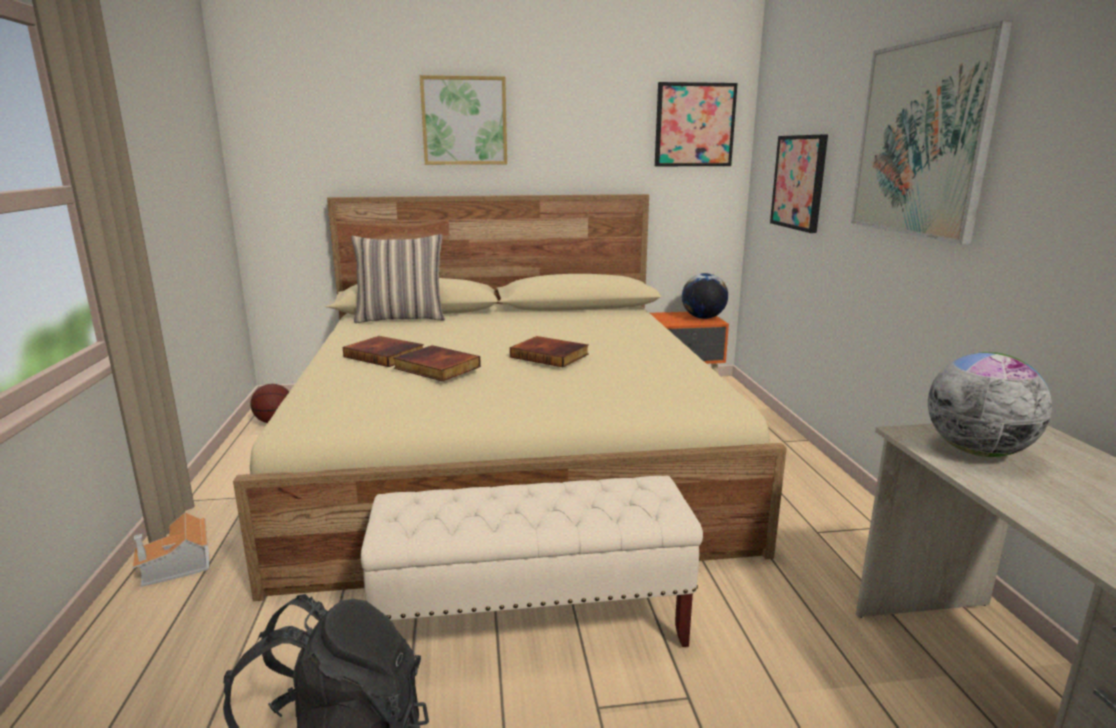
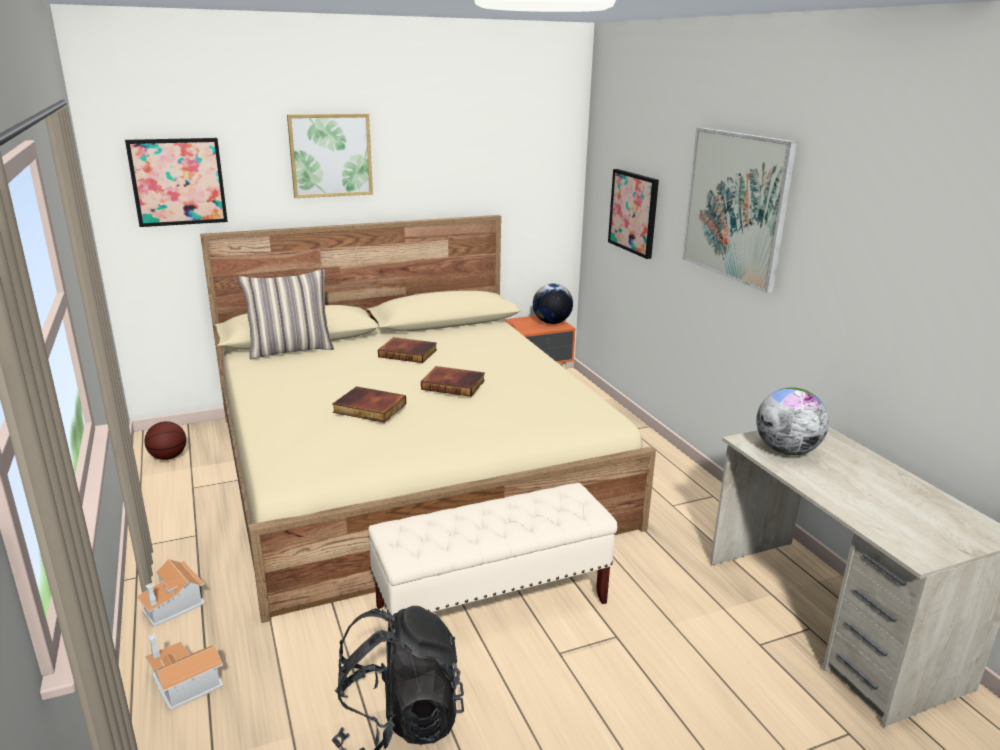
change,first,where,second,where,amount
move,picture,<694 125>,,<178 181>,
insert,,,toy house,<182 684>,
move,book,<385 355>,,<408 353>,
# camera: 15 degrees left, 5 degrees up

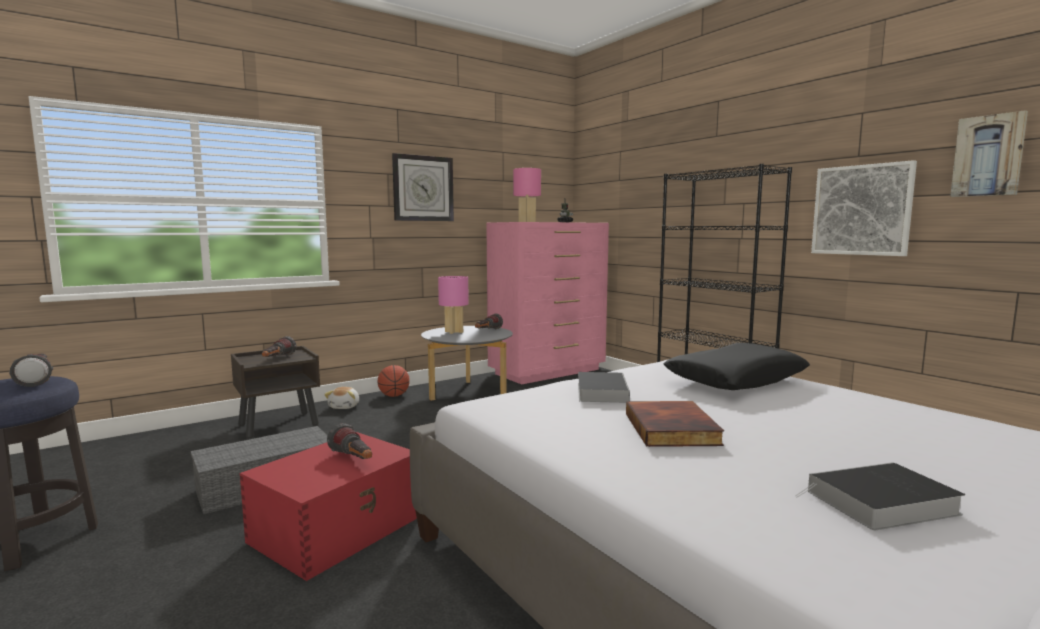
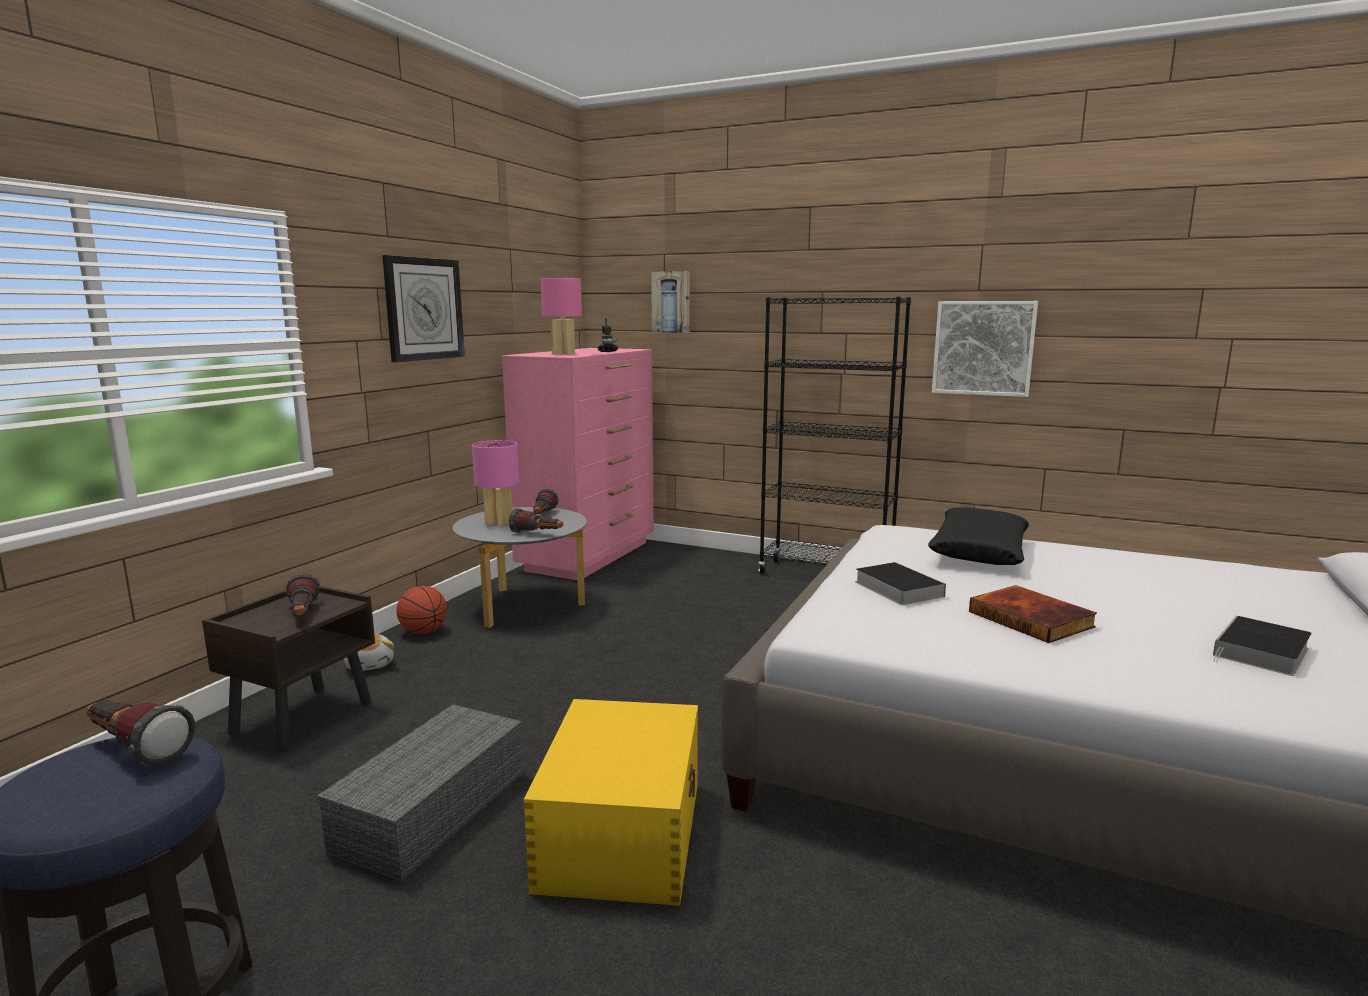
change,first,where,second,where,amount
move,flashlight,<354 459>,,<537 534>,
recolor,reddish storage bin,<338 528>,yellowish storage bin,<623 832>,
move,picture,<988 156>,,<671 302>,
# camera: 30 degrees left, 5 degrees up

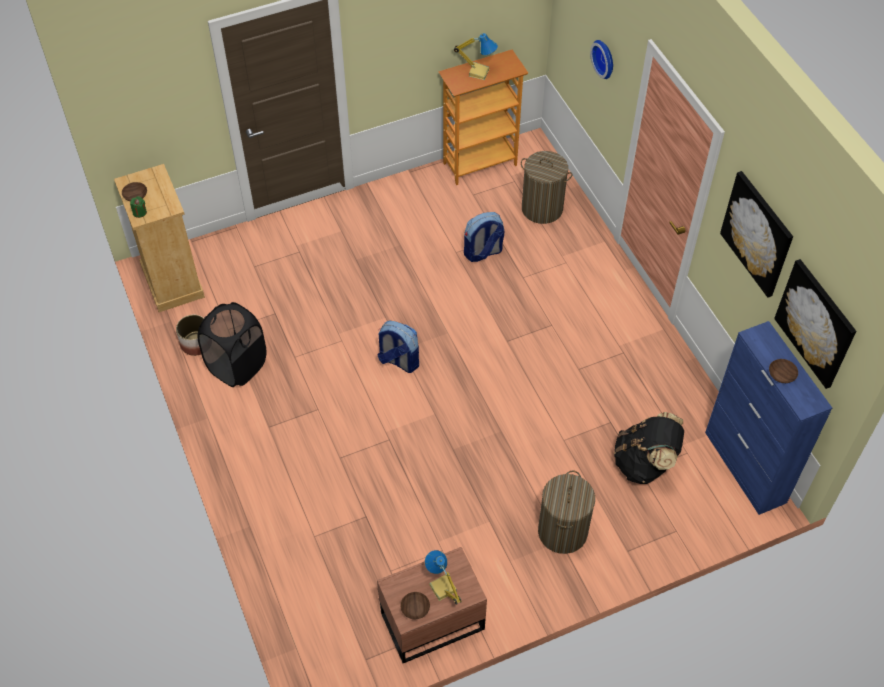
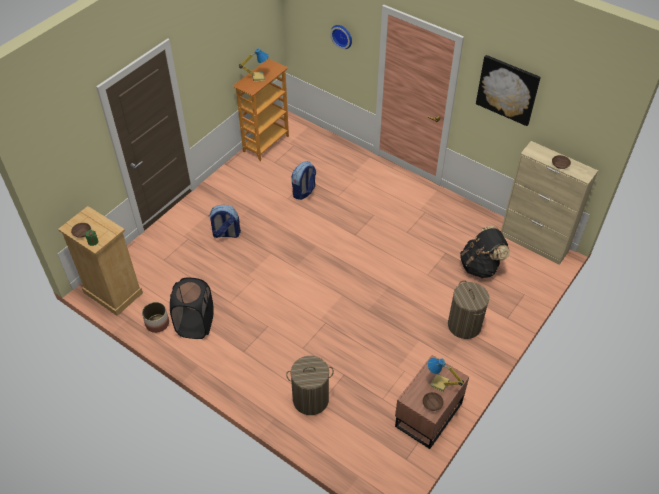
change,first,where,second,where,amount
move,knapsack,<398 361>,,<226 234>,
move,laundry basket,<542 208>,,<311 399>,
recolor,blue storage cabinet,<745 468>,sand-coloured storage cabinet,<534 243>,
delete,picture,<816 323>,,,
# camera: 30 degrees left, 5 degrees down

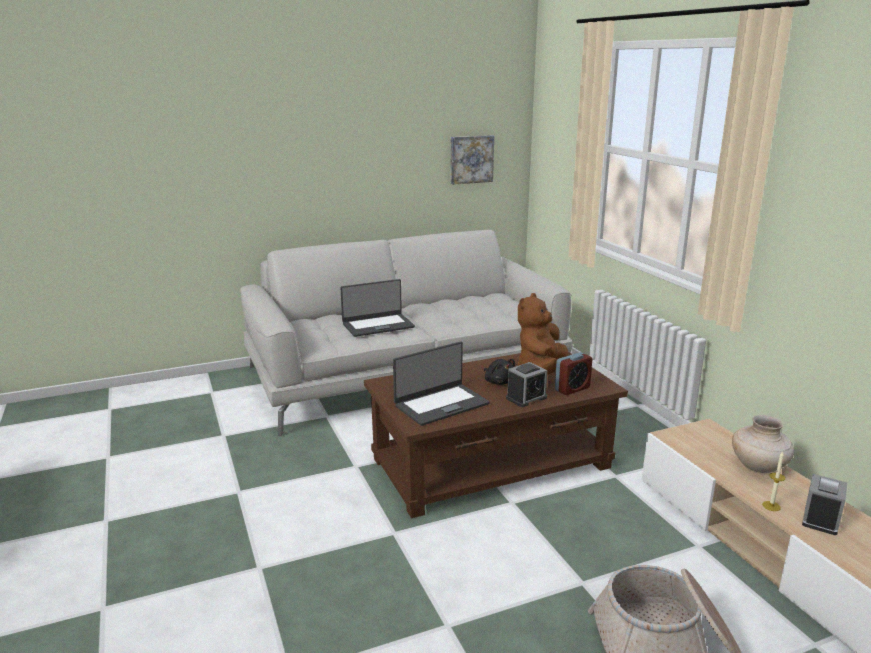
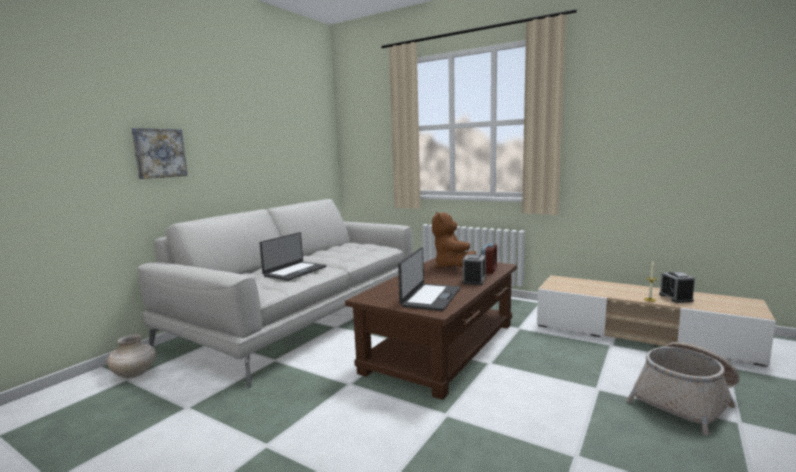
change,first,where,second,where,amount
move,sand-coloured decorative vase,<758 467>,,<134 374>,
move,picture,<471 159>,,<159 153>,
delete,blackish soft toy,<499 382>,,,
# camera: 35 degrees left, 10 degrees down

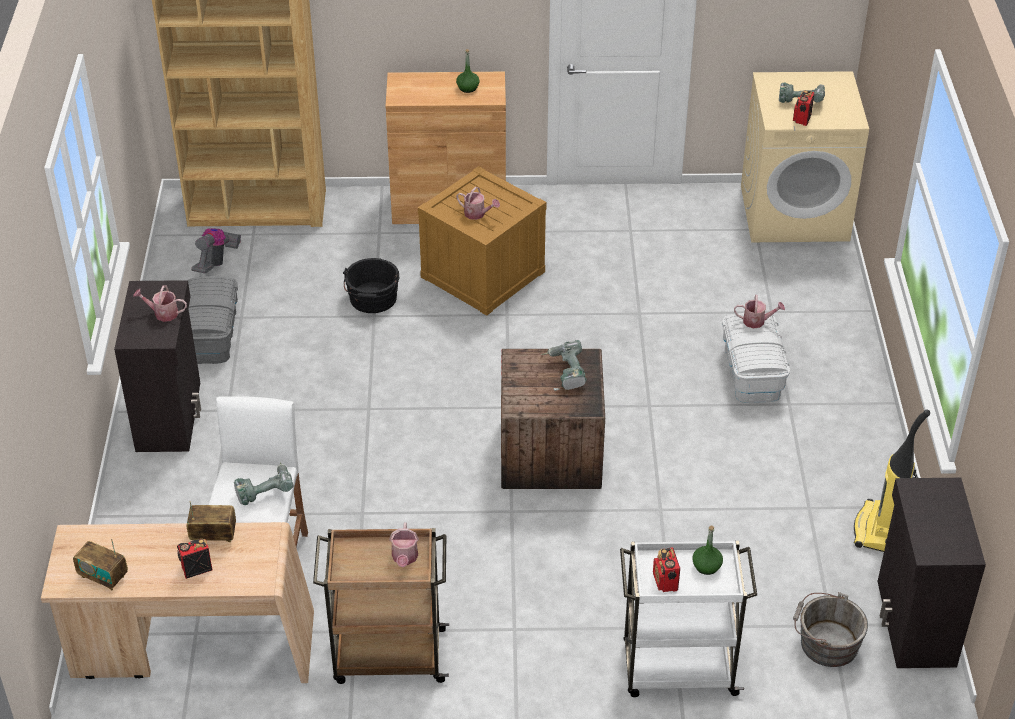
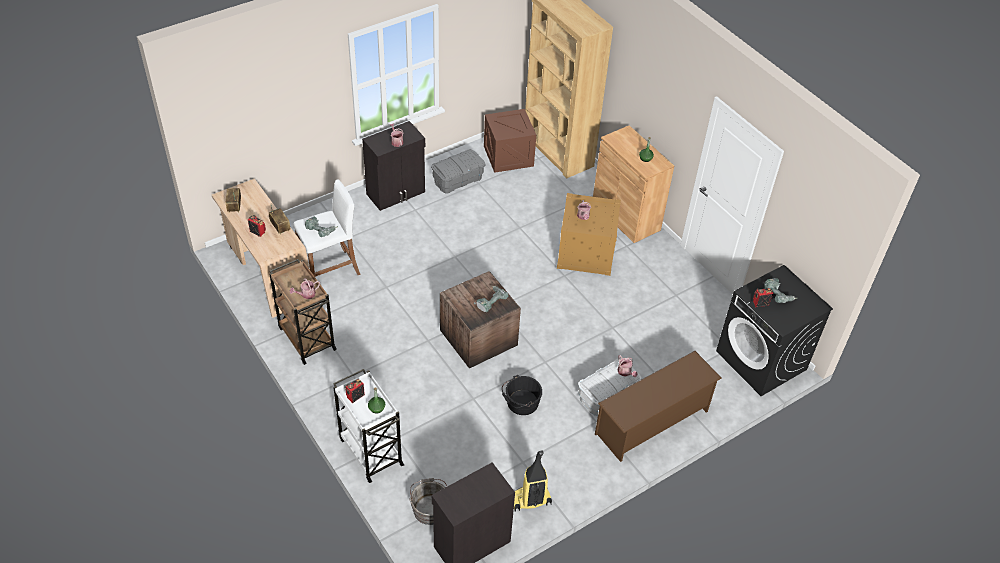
change,first,where,second,where,amount
replace,vacuum cleaner,<216 261>,shipping crate,<508 156>,
move,blackish water bucket,<372 300>,,<521 403>,
insert,,,brown-coloured shoe rack,<652 422>,
recolor,sand-coloured washing machine,<795 213>,blackish washing machine,<761 360>,
# camera: 55 degrees right, 5 degrees up

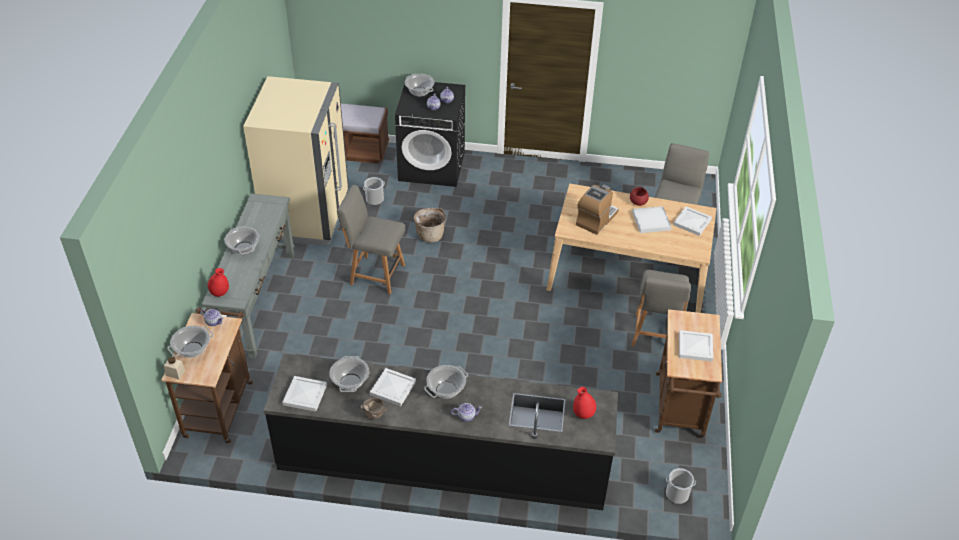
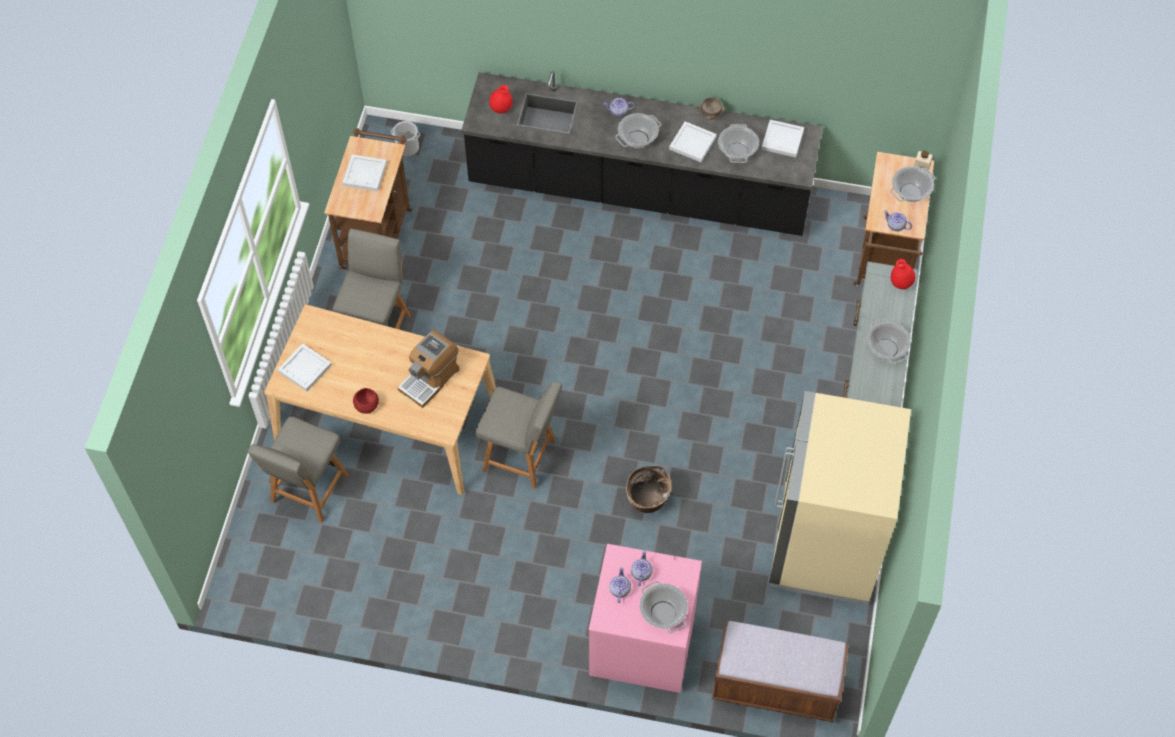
change,first,where,second,where,amount
move,gray chair,<375 274>,,<522 457>,
recolor,blackish washing machine,<432 166>,pinkish washing machine,<641 644>,
delete,water bucket,<374 199>,,,
delete,white tray,<651 221>,,,
# camera: 175 degrees left, 15 degrees up

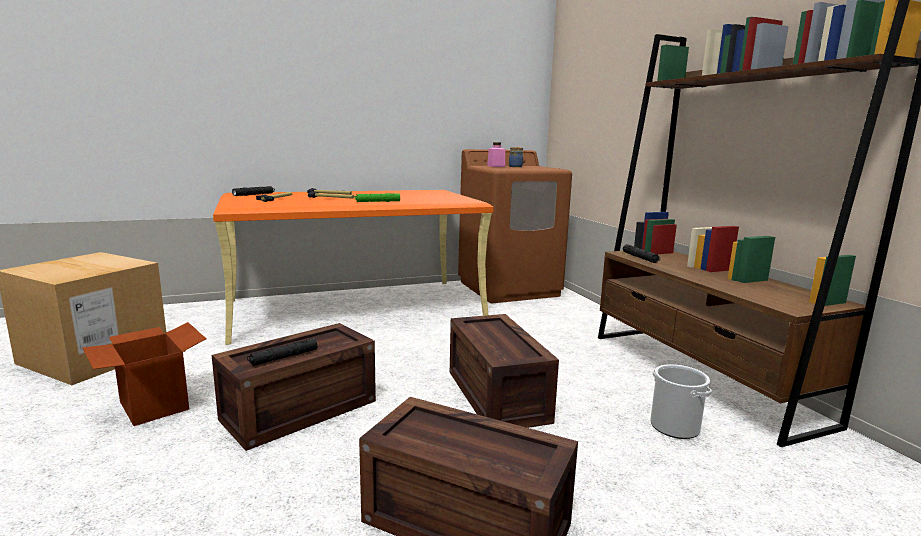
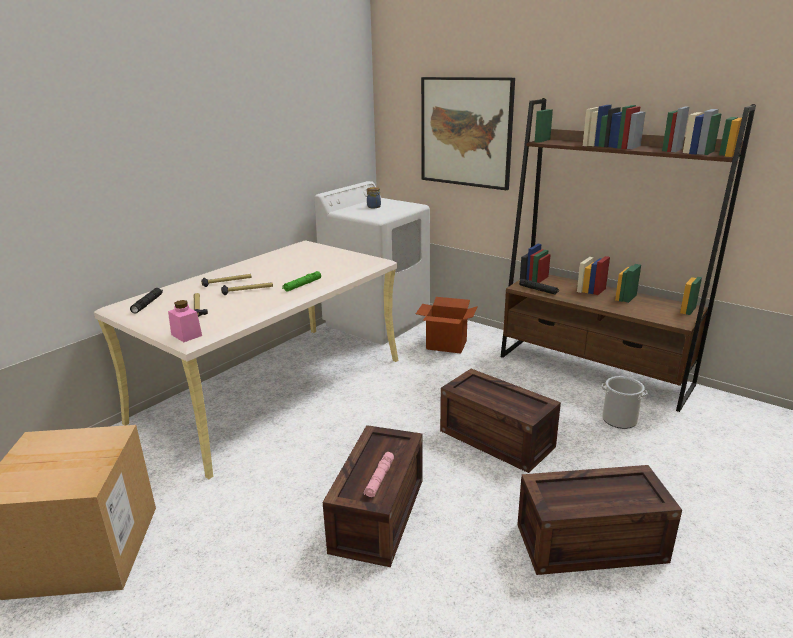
change,first,where,second,where,amount
recolor,orange-coloured desk table,<357 308>,sand-coloured desk table,<272 389>,
move,pinkish jar,<496 166>,,<186 335>,
recolor,brown-coloured washing machine,<509 288>,white washing machine,<377 321>,
recolor,blackish flashlight,<283 357>,pinkish flashlight,<379 478>,
move,packing box,<153 405>,,<446 345>,
insert,,,picture,<466 132>,
# camera: 30 degrees left, 10 degrees up

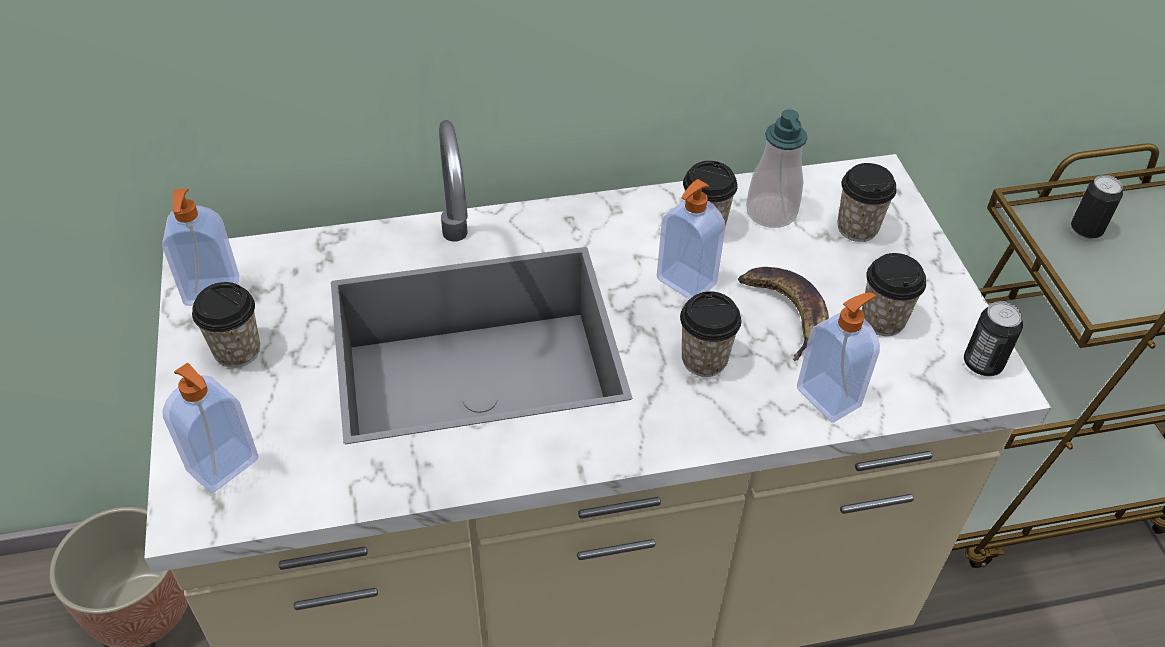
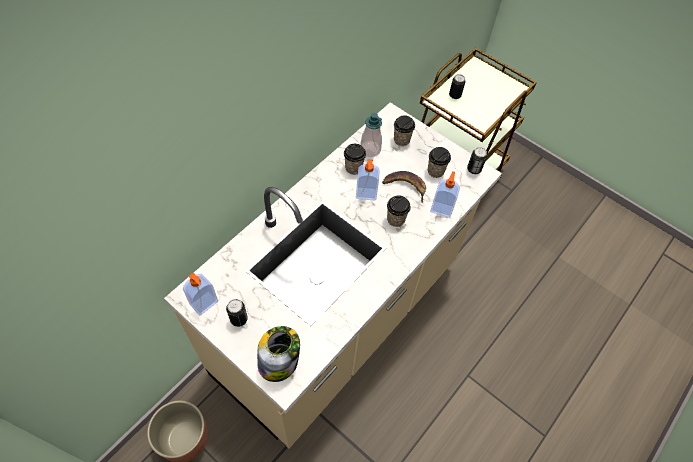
change,first,where,second,where,amount
replace,small cup,<237 351>,can,<239 319>,
replace,liquid soap bottle,<225 466>,jar,<279 362>,
# camera: 40 degrees left, 10 degrees up

